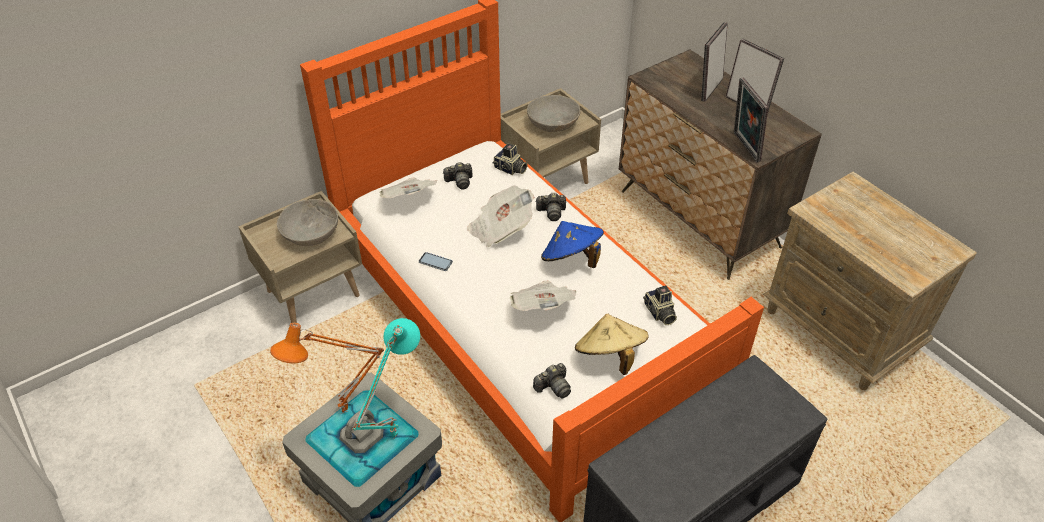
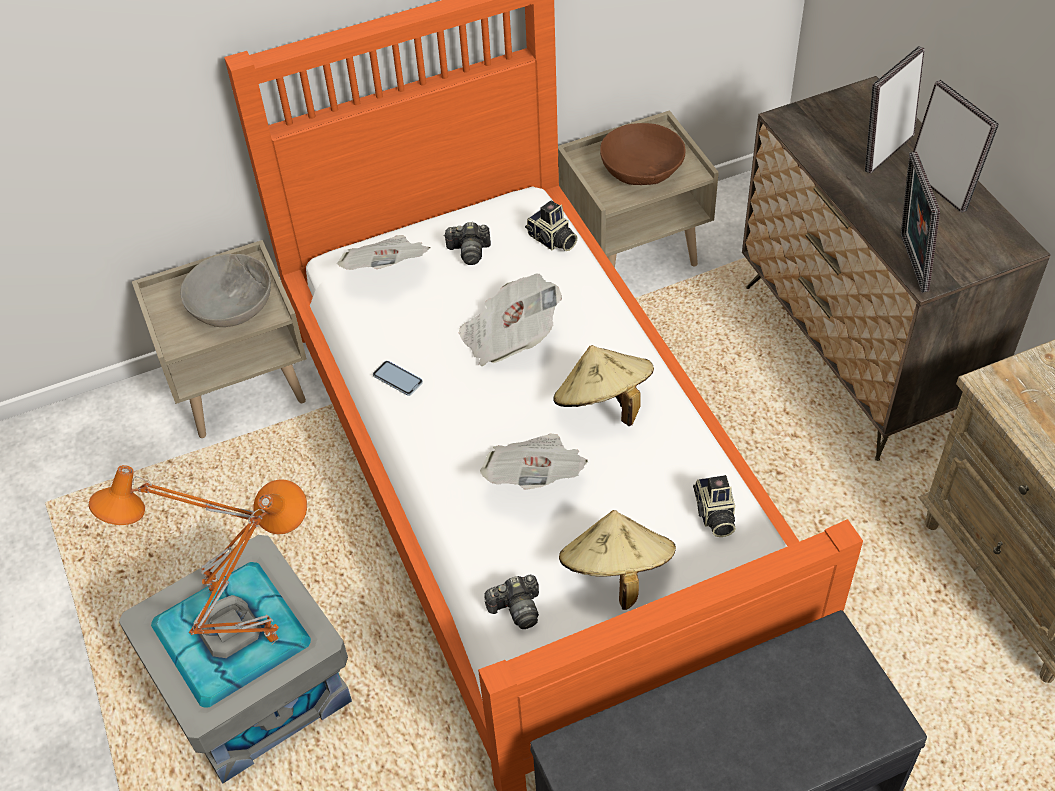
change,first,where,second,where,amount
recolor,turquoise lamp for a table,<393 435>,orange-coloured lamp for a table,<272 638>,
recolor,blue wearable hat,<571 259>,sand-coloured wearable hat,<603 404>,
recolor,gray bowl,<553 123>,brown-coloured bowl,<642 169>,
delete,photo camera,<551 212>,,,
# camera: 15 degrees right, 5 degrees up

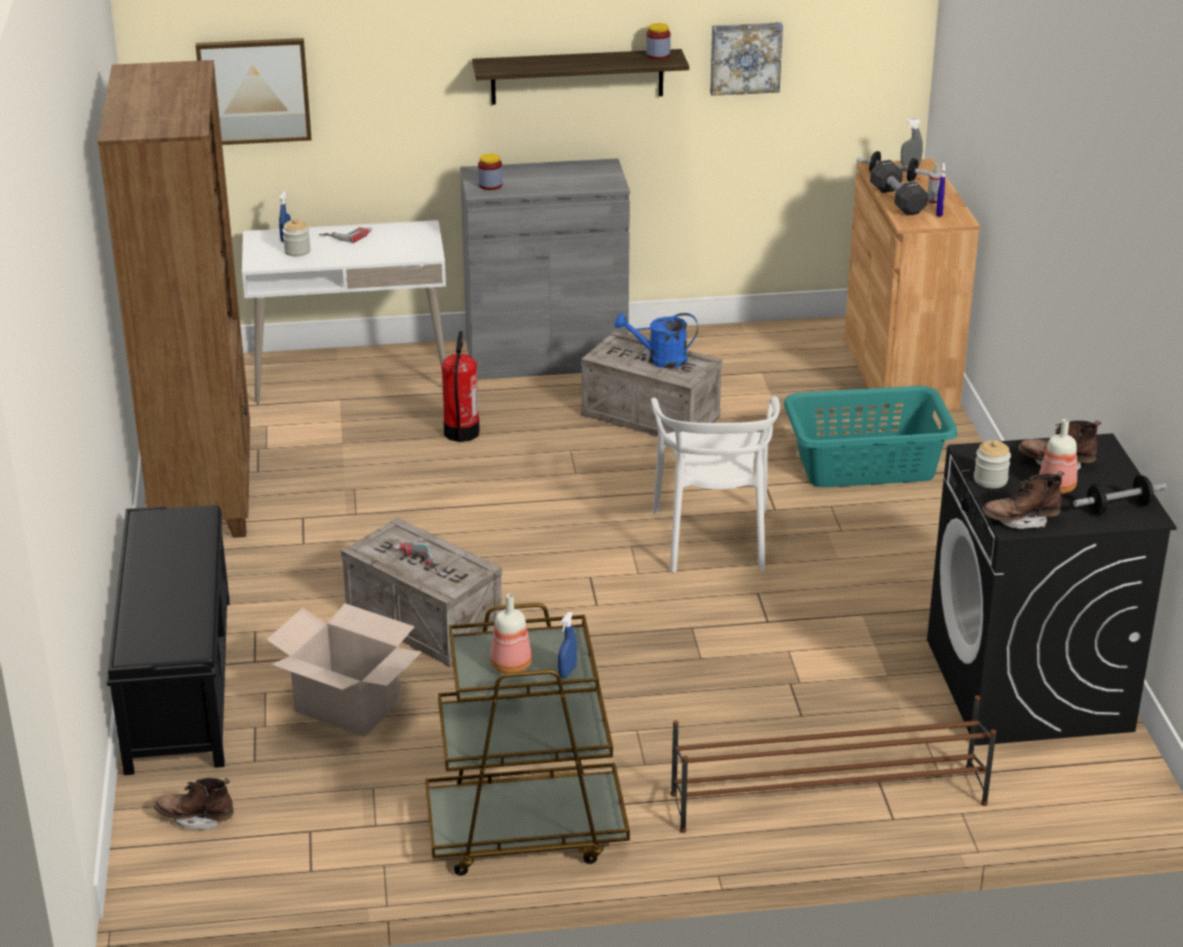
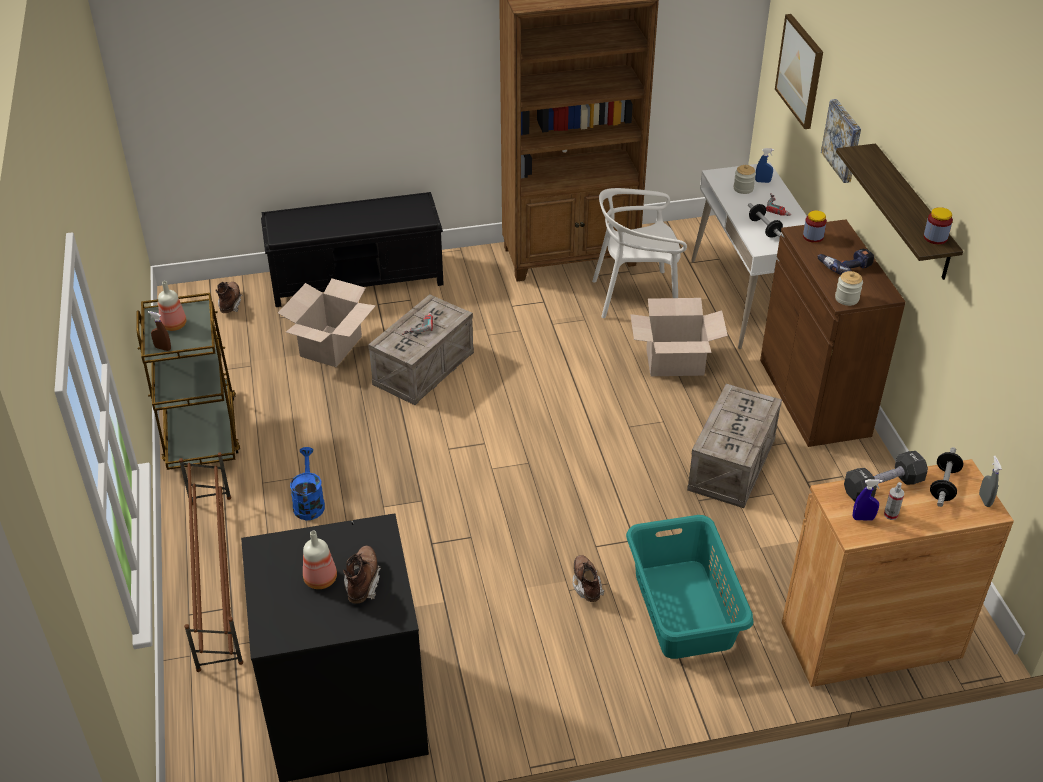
change,first,where,second,where,amount
recolor,blue hand sprayer,<567 672>,brown-coloured hand sprayer,<163 348>,
move,blue watering pot,<660 359>,,<309 502>,
move,brown-coloured tall boot,<1020 521>,,<586 585>,
move,white chair,<713 539>,,<636 296>,
replace,fire extinguisher,<461 433>,packing box,<675 362>,
move,hand weight,<1118 508>,,<764 228>,
recolor,gray storage cabinet,<546 356>,brown-coloured storage cabinet,<814 397>,
insert,,,drill,<845 266>,
move,picture,<745 57>,,<843 140>,
move,jar,<990 480>,,<846 298>,
# camera: 85 degrees right, 10 degrees up

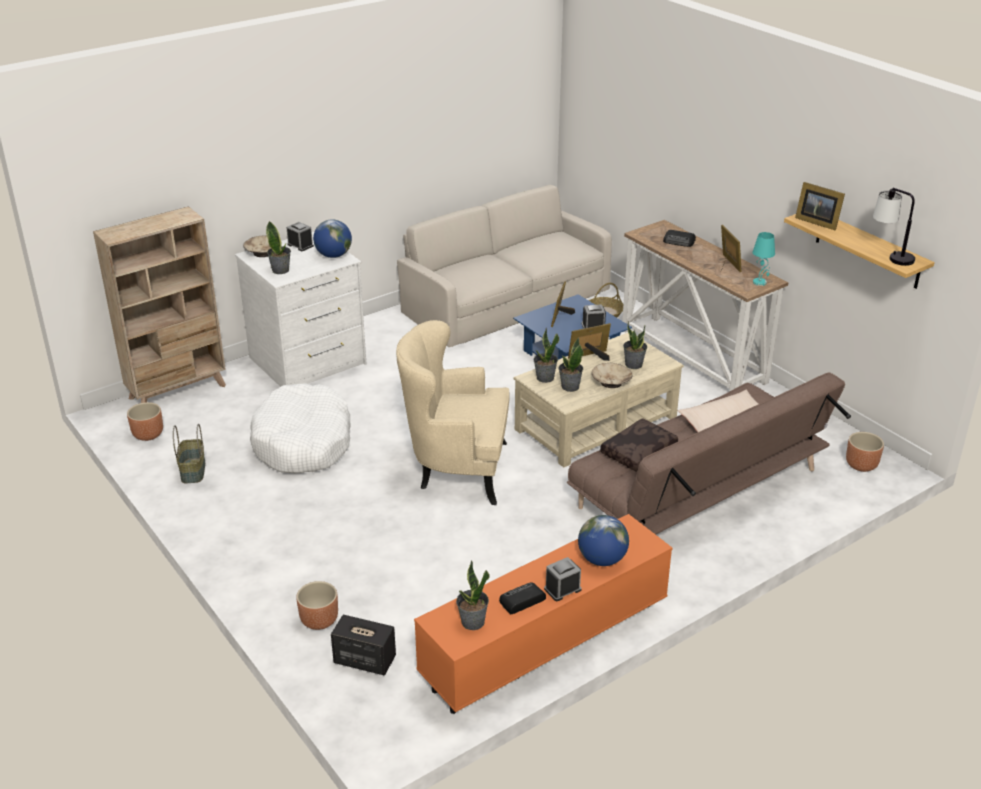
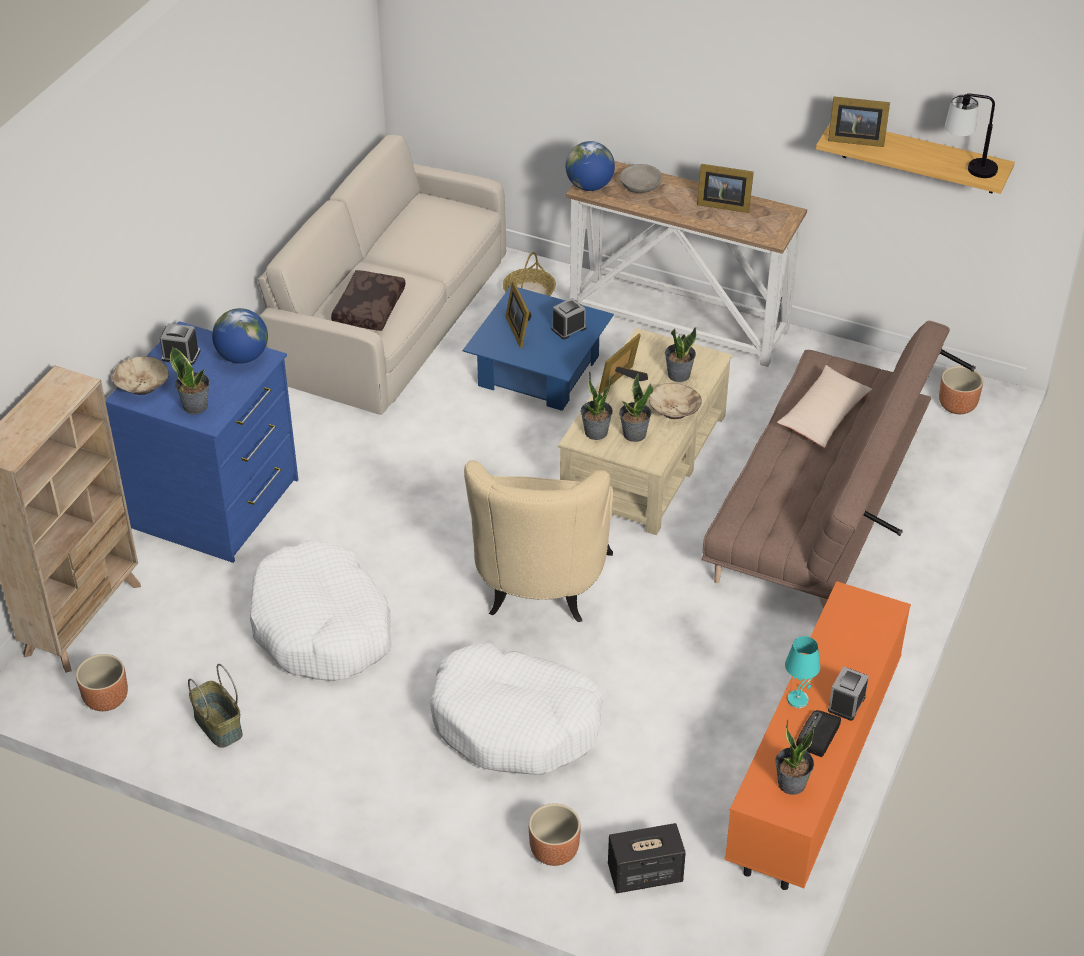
change,first,where,second,where,amount
recolor,white chest of drawers,<308 361>,blue chest of drawers,<218 504>,
move,brown-coloured pillow,<638 451>,,<368 308>,
insert,,,white dog cushion,<515 723>,
rotate,sand-coloured easy chair,<456 470>,,<539 588>,60 degrees counterclockwise
move,globe,<602 559>,,<589 186>,
replace,radio,<679 241>,gray bowl,<641 186>,
rotate,standing frame,<727 264>,,<722 204>,150 degrees clockwise
move,turquoise lamp for a table,<760 282>,,<798 699>,
# camera: 30 degrees left, 10 degrees up

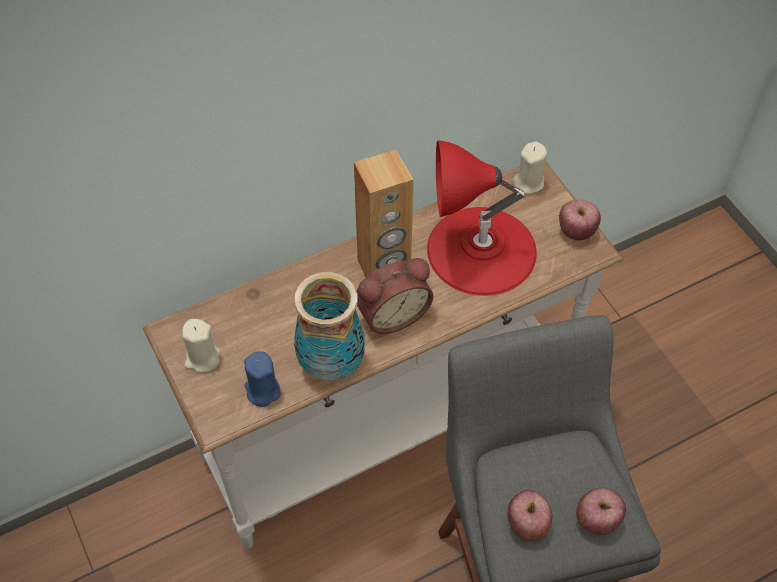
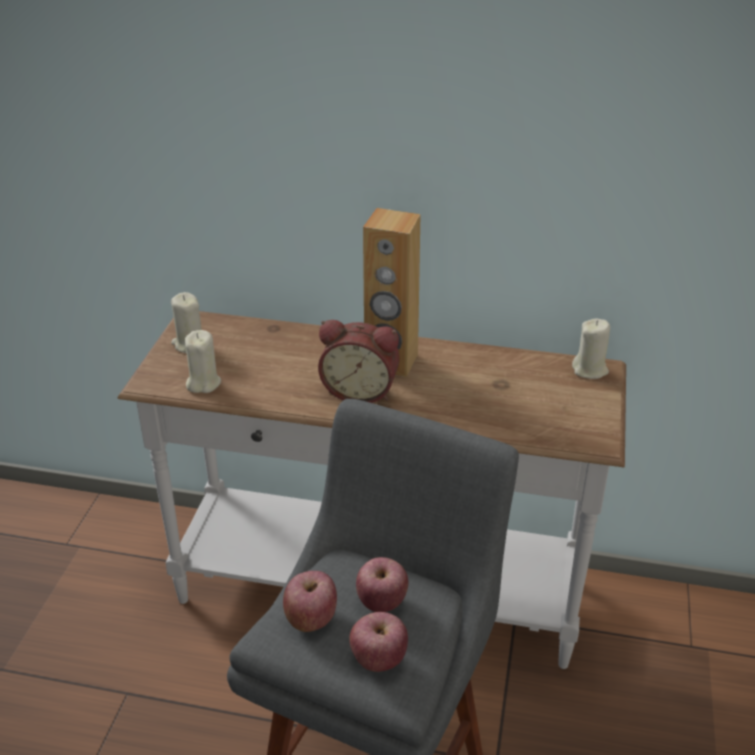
change,first,where,second,where,amount
recolor,blue candle,<262 391>,sand-coloured candle,<203 383>,
move,whole apple,<576 231>,,<382 602>,
delete,decorative vase,<331 363>,,,
delete,reddish lamp for a table,<481 250>,,,
# camera: 40 degrees right, 20 degrees down

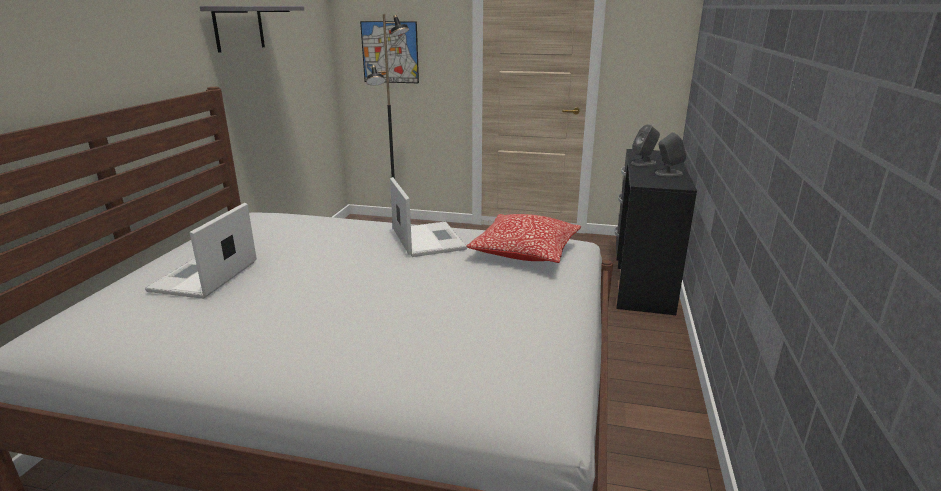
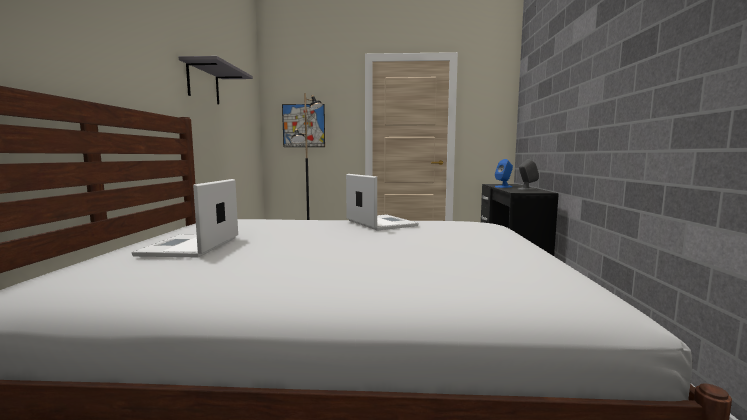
change,first,where,second,where,amount
recolor,gray speaker,<644 163>,blue speaker,<503 187>,
delete,pillow,<525 252>,,,
# camera: 10 degrees left, 15 degrees down

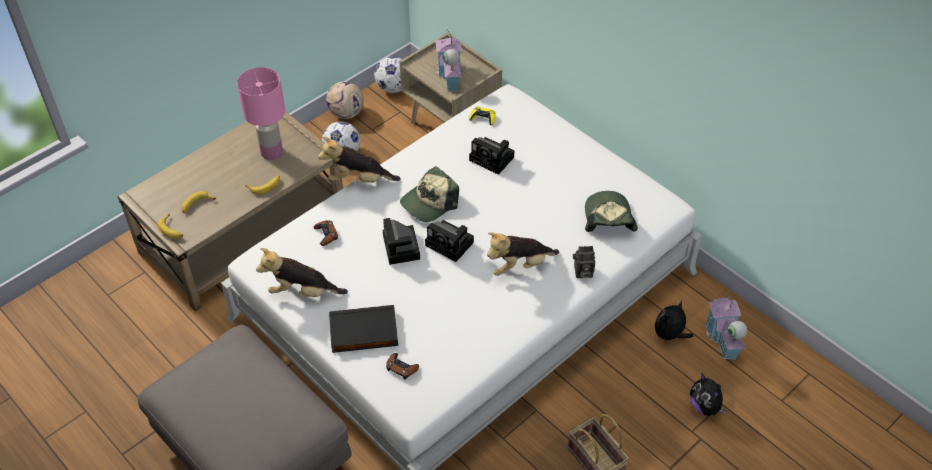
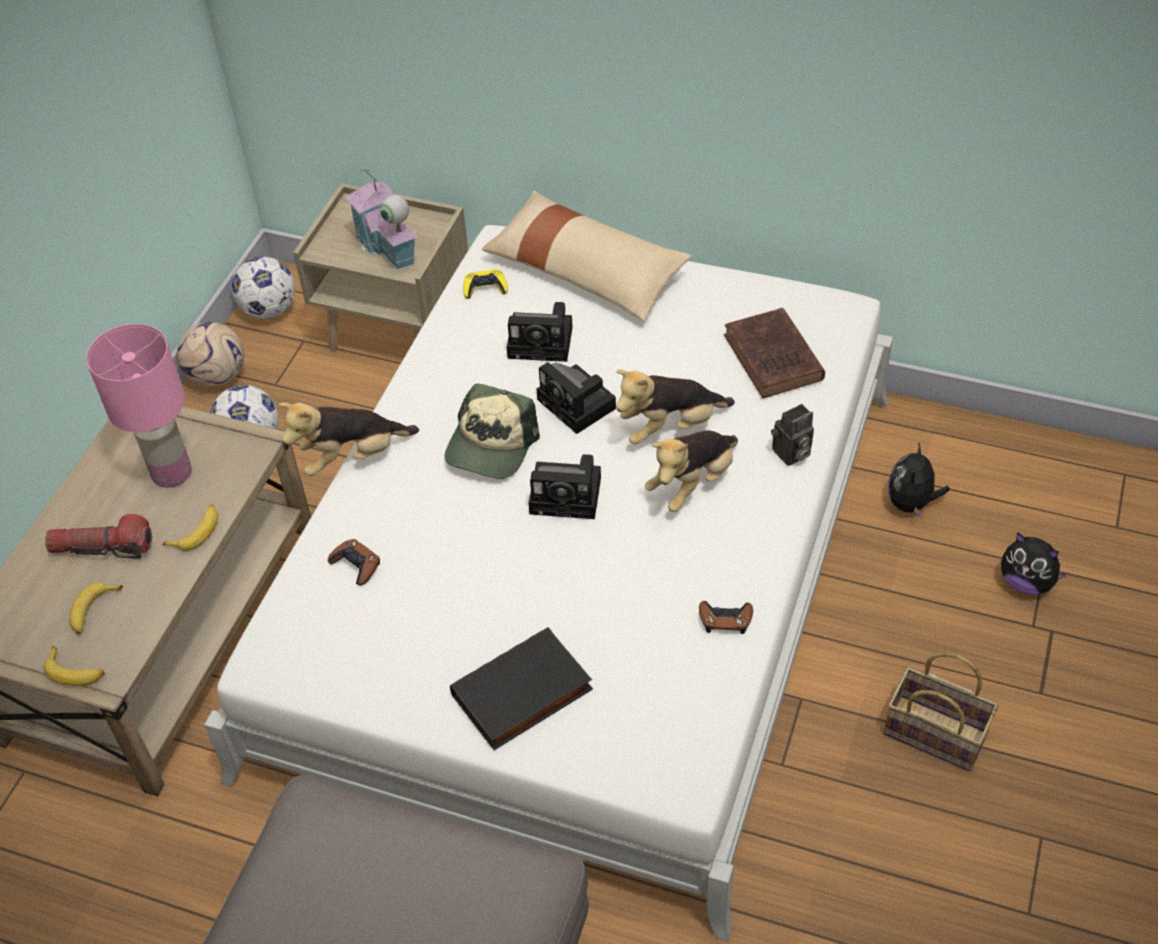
change,first,where,second,where,amount
insert,,,flashlight,<103 548>,
insert,,,sand-coloured pillow,<586 271>,
move,photo camera,<402 249>,,<579 405>,
move,soft toy,<302 292>,,<670 427>,
move,brown-coloured gamepad,<401 368>,,<725 619>,
replace,peaked cap,<608 218>,brown-coloured book,<774 359>,
delete,toy house,<722 339>,,,
# camera: 25 degrees left, 0 degrees up

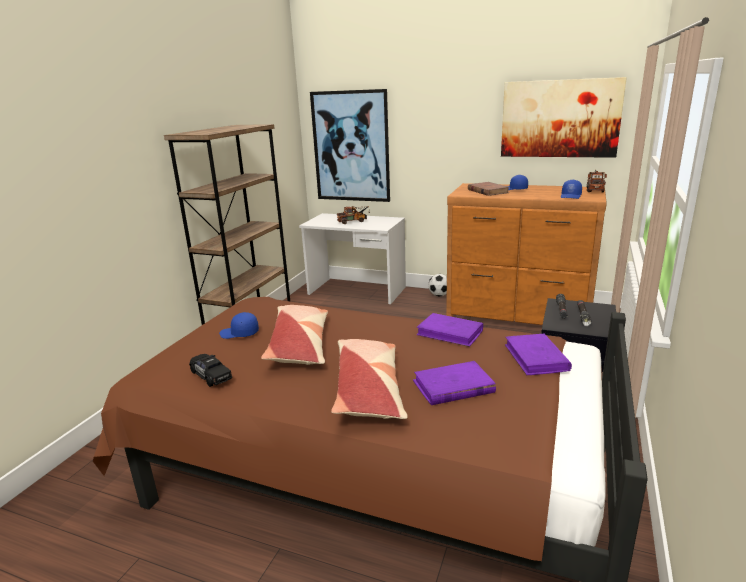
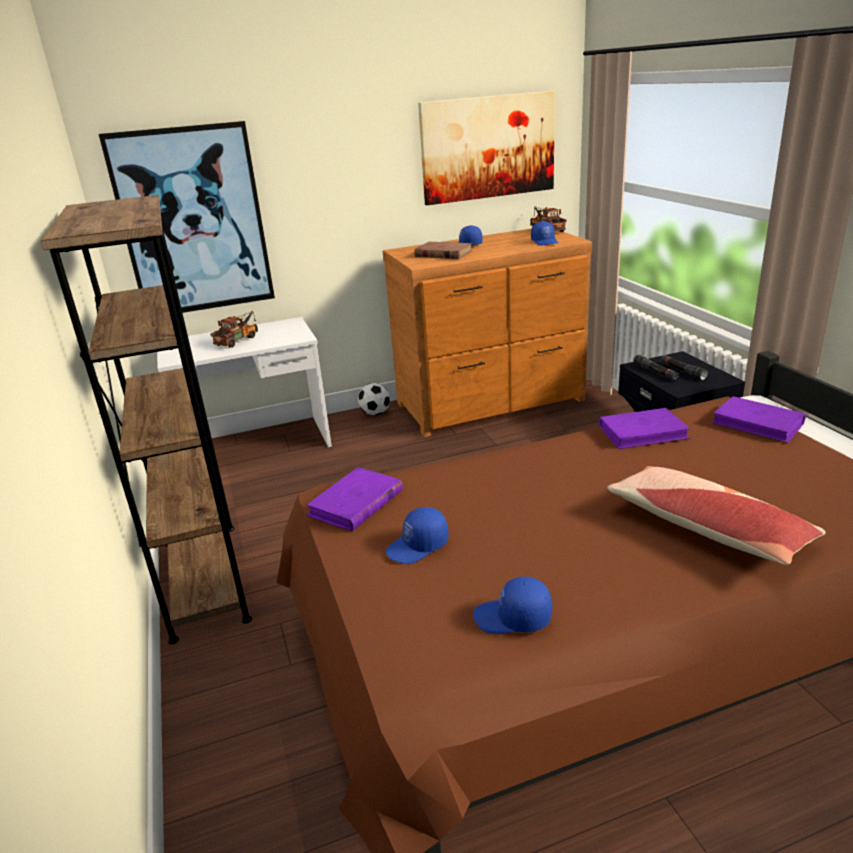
change,first,where,second,where,amount
move,purplish book,<453 387>,,<355 503>,
replace,blackish toy car,<211 376>,blue peaked cap,<512 618>,
delete,pillow,<300 344>,,,
# camera: 40 degrees left, 5 degrees up

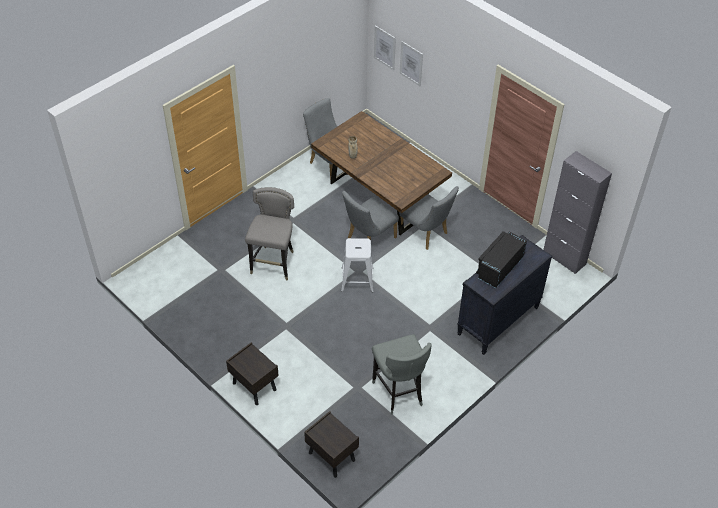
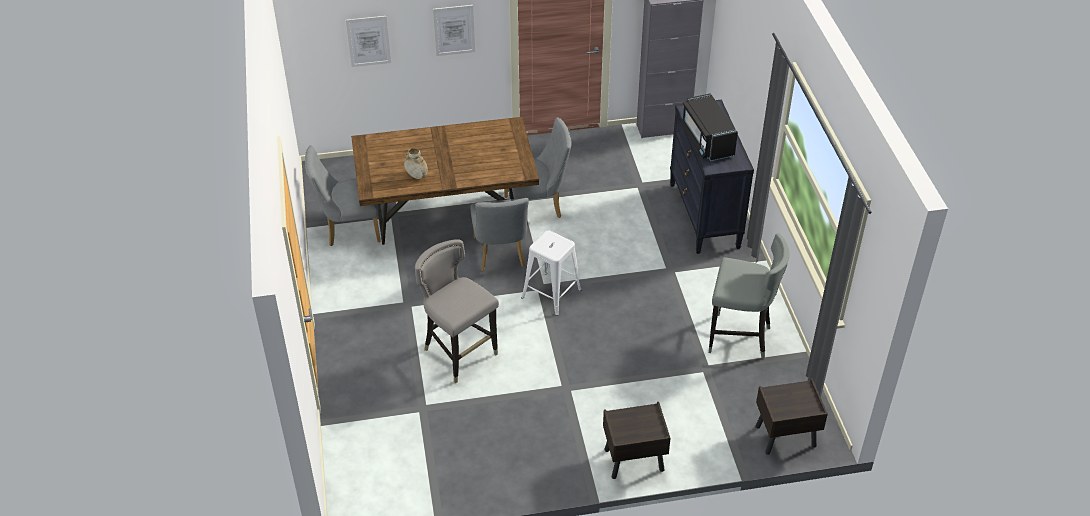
change,first,where,second,where,amount
move,picture,<384 47>,,<454 30>,
# camera: 55 degrees left, 5 degrees down

